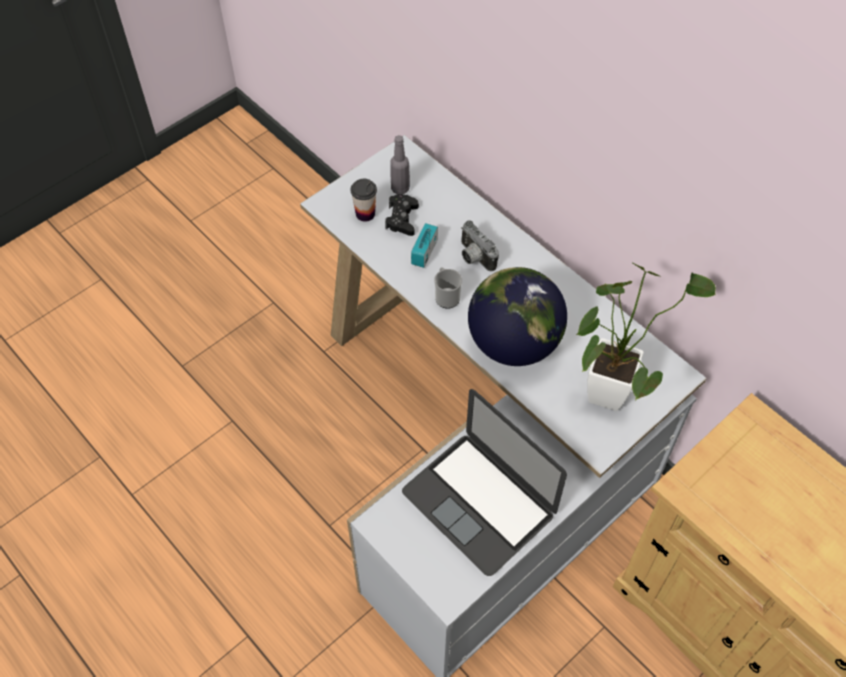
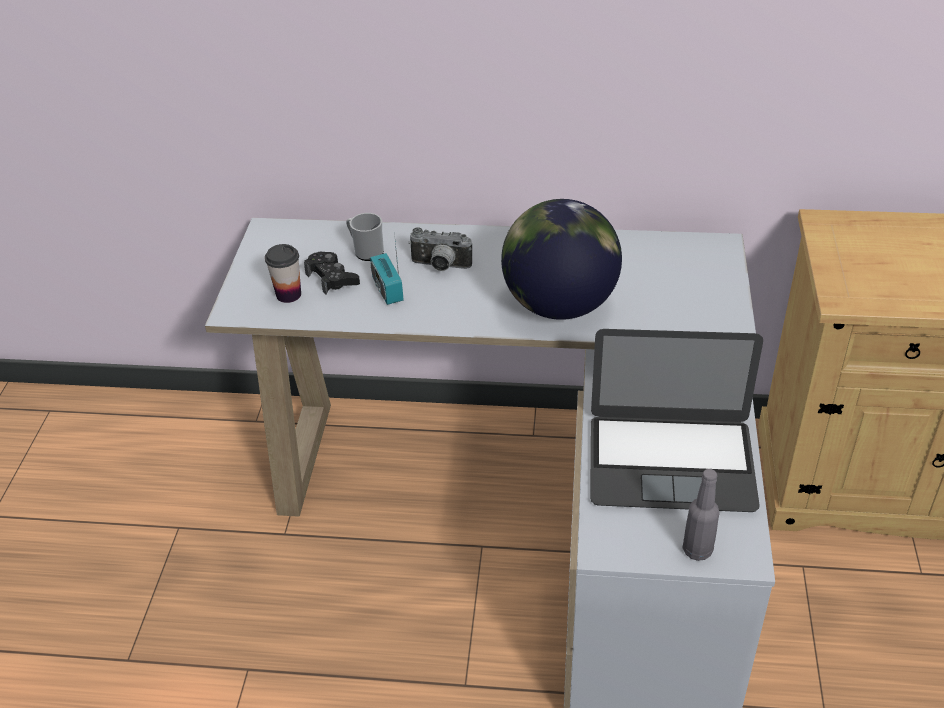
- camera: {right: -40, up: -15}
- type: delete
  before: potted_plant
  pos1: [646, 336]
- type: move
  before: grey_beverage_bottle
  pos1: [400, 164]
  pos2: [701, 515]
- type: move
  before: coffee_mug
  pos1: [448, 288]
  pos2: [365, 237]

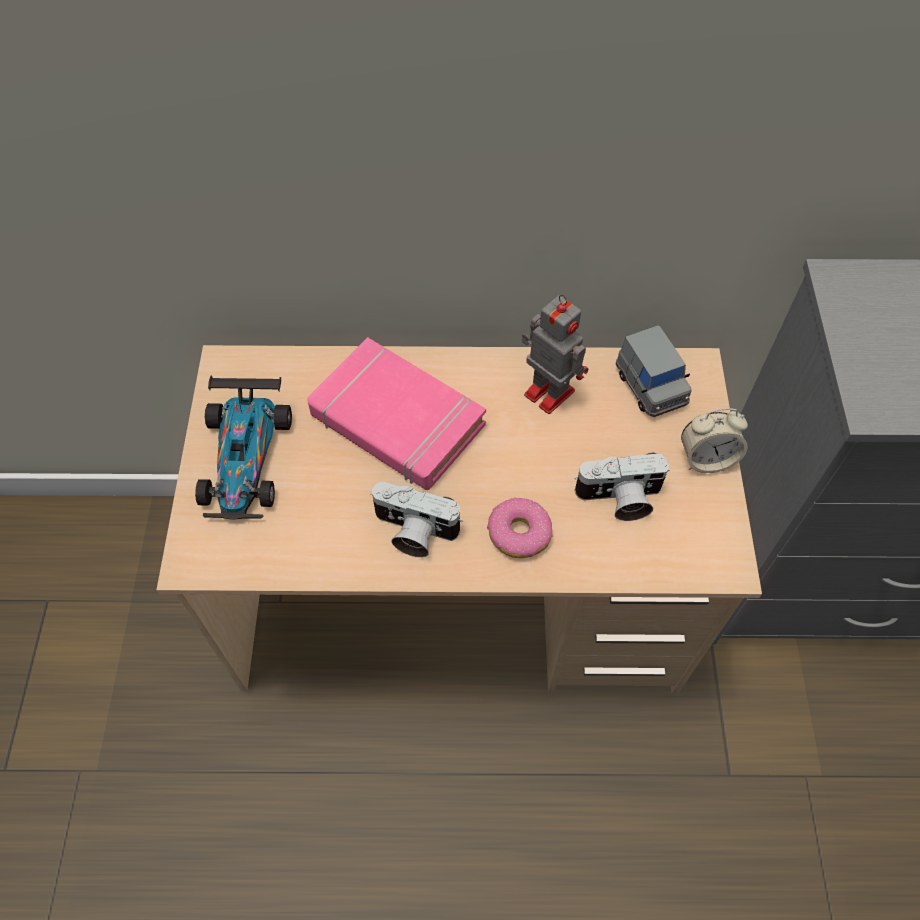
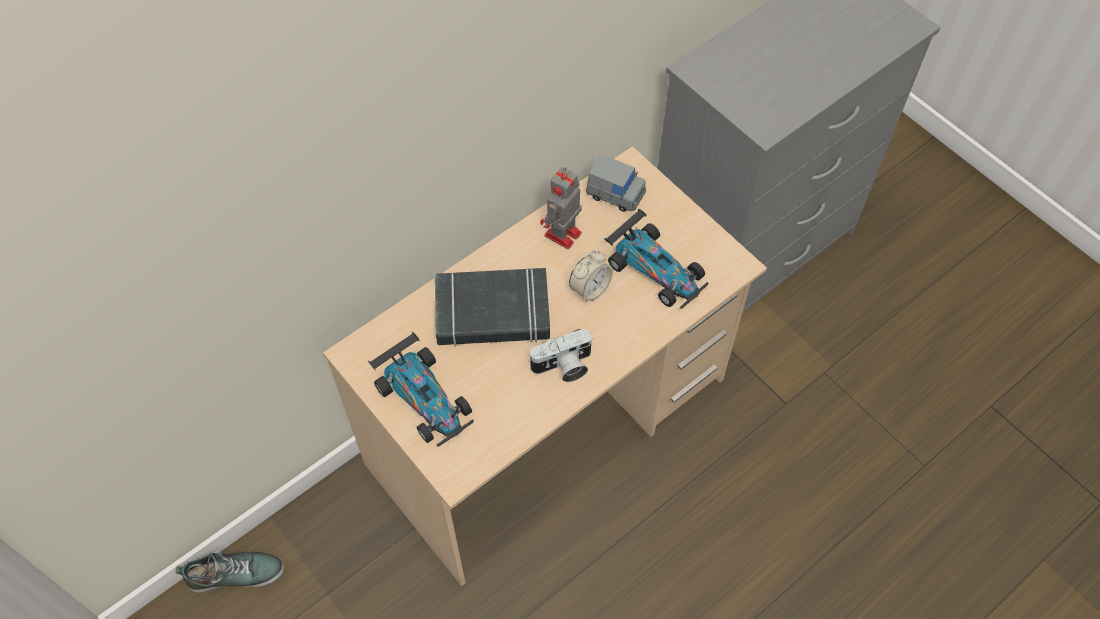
- camera: {right: -40, up: 0}
- type: delete
  before: doughnut
  pos1: [520, 528]
- type: insert
  after: low_shoe
  pos2: [229, 572]
- type: move
  before: bedside_clock
  pos1: [714, 440]
  pos2: [591, 277]
- type: replace
  before: photo_camera
  after: toy_car
  pos1: [622, 486]
  pos2: [656, 259]
- type: recolor
  before: pink-coloured_volume
  after: black_volume
  pos1: [396, 413]
  pos2: [492, 307]
- type: rotate
  before: toy_robot
  pos1: [555, 354]
  pos2: [561, 208]
  turn: -60

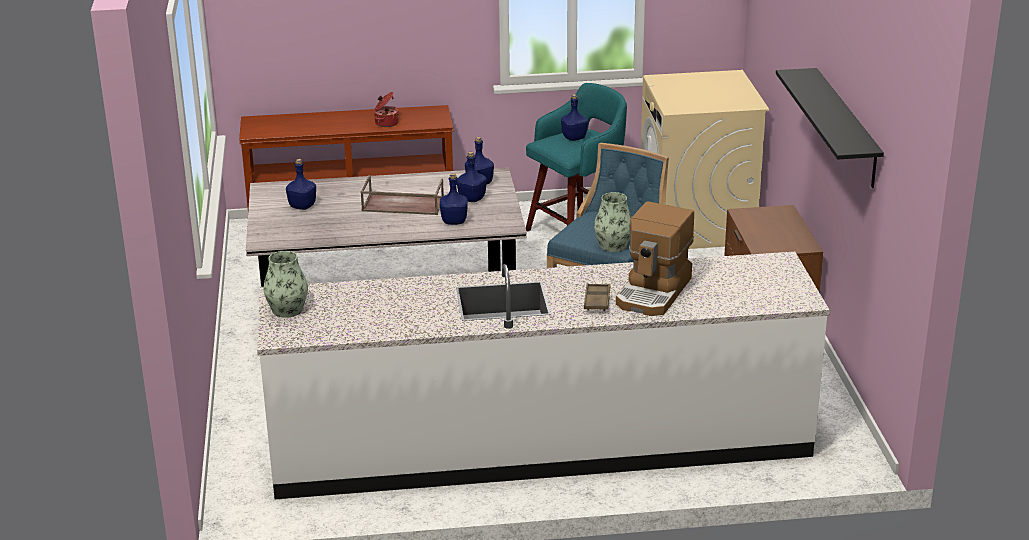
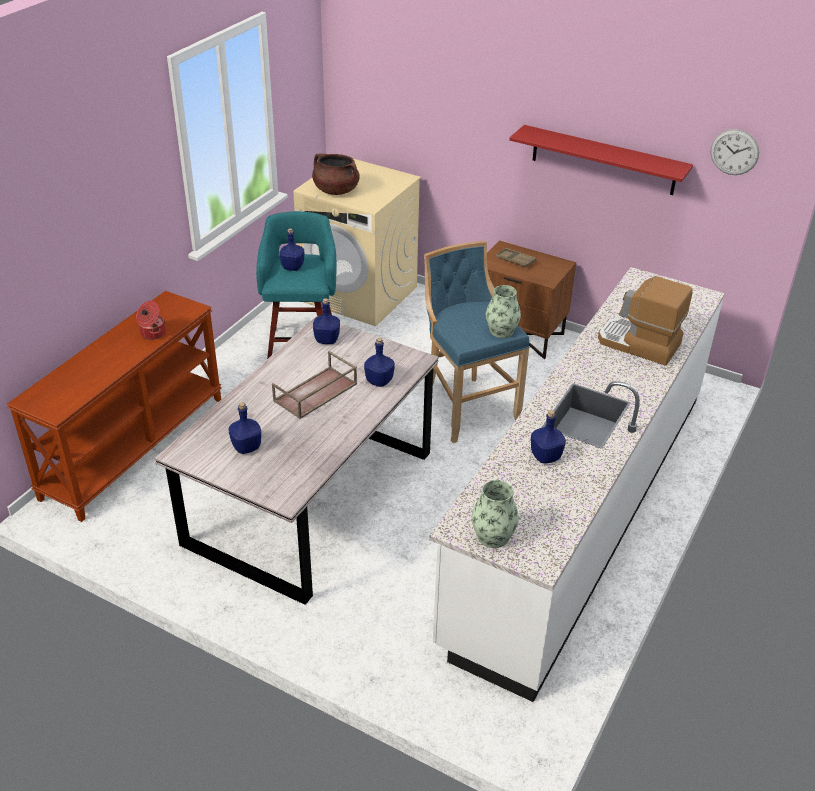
- camera: {right: -55, up: 10}
- type: insert
  after: brown_saucepot
  pos2: [336, 174]
- type: insert
  after: wall_clock
  pos2: [734, 152]
- type: move
  before: blue-coloured_beverage_bottle
  pos1: [472, 177]
  pos2: [548, 437]
- type: move
  before: brown_tray
  pos1: [597, 297]
  pos2: [515, 257]
- type: recolor
  before: black_bracket_shelf
  after: red-coloured_bracket_shelf
  pos1: [830, 128]
  pos2: [601, 160]
- type: rotate
  before: coffee_machine
  pos1: [655, 258]
  pos2: [645, 321]
  turn: 150

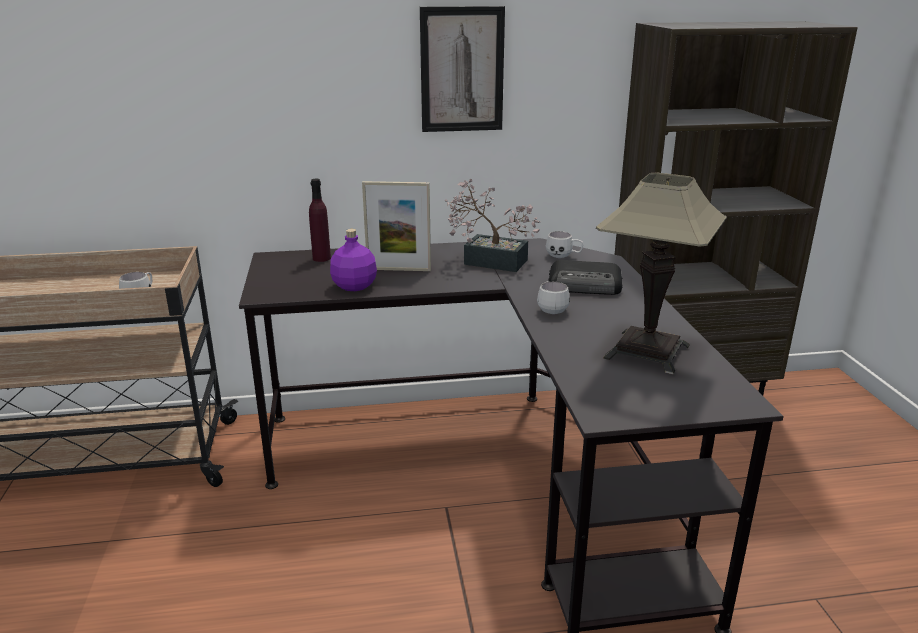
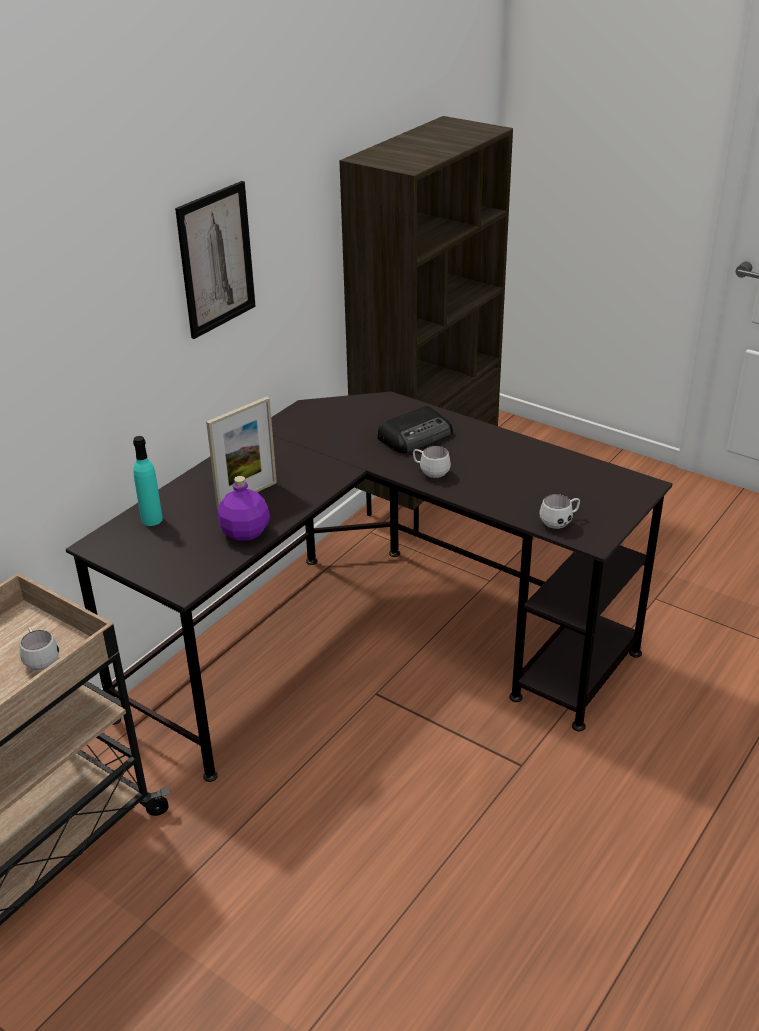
- camera: {right: -45, up: 10}
- type: delete
  before: potted_plant
  pos1: [492, 225]
- type: delete
  before: table_lamp
  pos1: [661, 273]
- type: move
  before: white-coloured_coffee_mug
  pos1: [564, 244]
  pos2: [560, 511]
- type: recolor
  before: purple-coloured_beverage_bottle
  after: turquoise-coloured_beverage_bottle
  pos1: [320, 220]
  pos2: [148, 481]

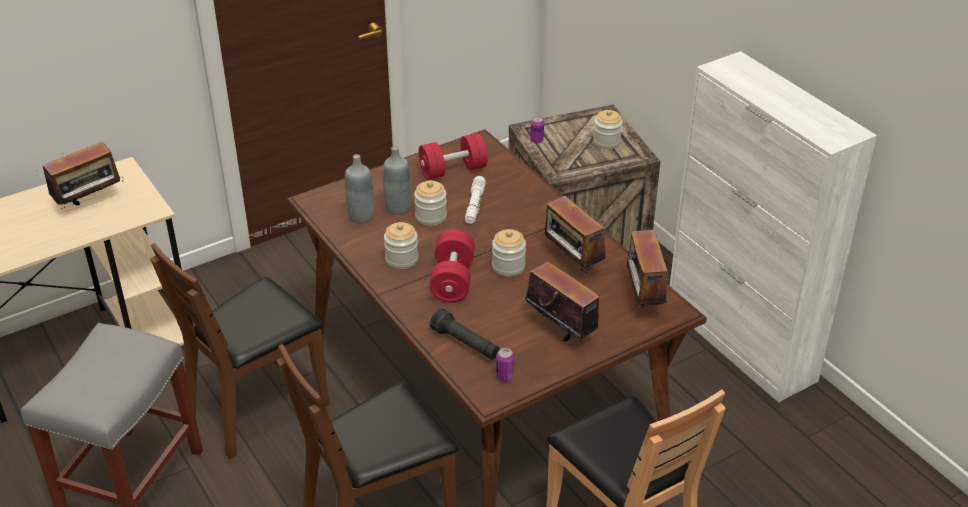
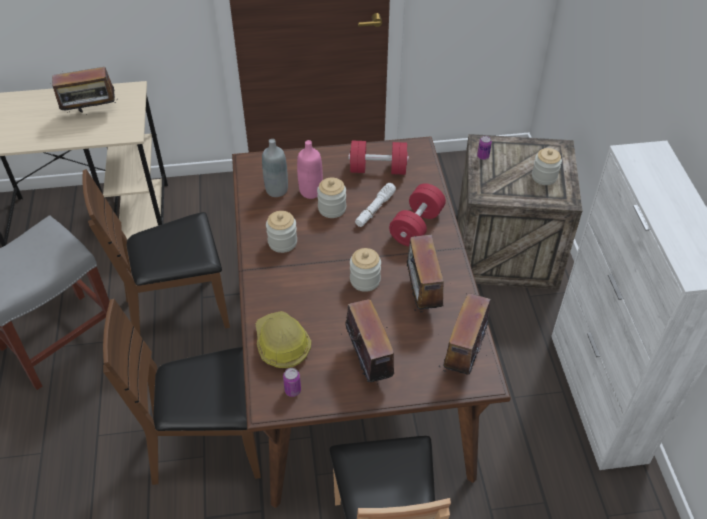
- camera: {right: 25, up: 10}
- type: move
  before: red-coloured_dumbbell
  pos1: [452, 266]
  pos2: [417, 214]
- type: replace
  before: black_flashlight
  after: work_helmet
  pos1: [465, 334]
  pos2: [283, 339]
- type: recolor
  before: grey_beverage_bottle
  after: pink-coloured_beverage_bottle
  pos1: [397, 180]
  pos2: [310, 169]

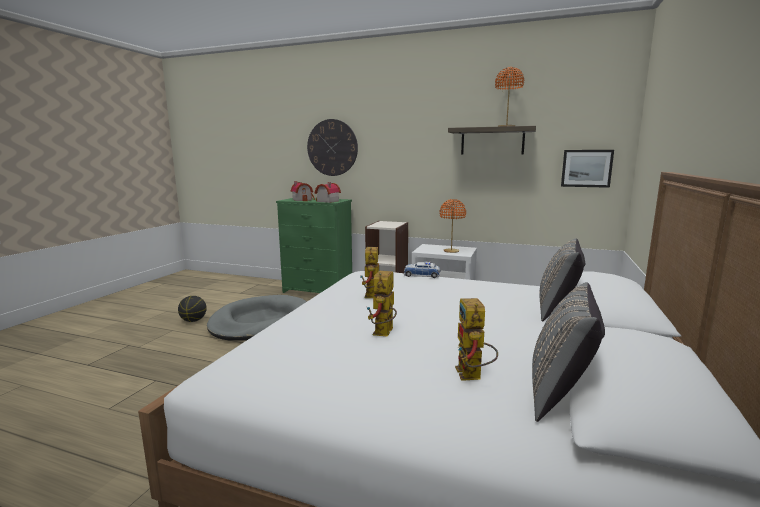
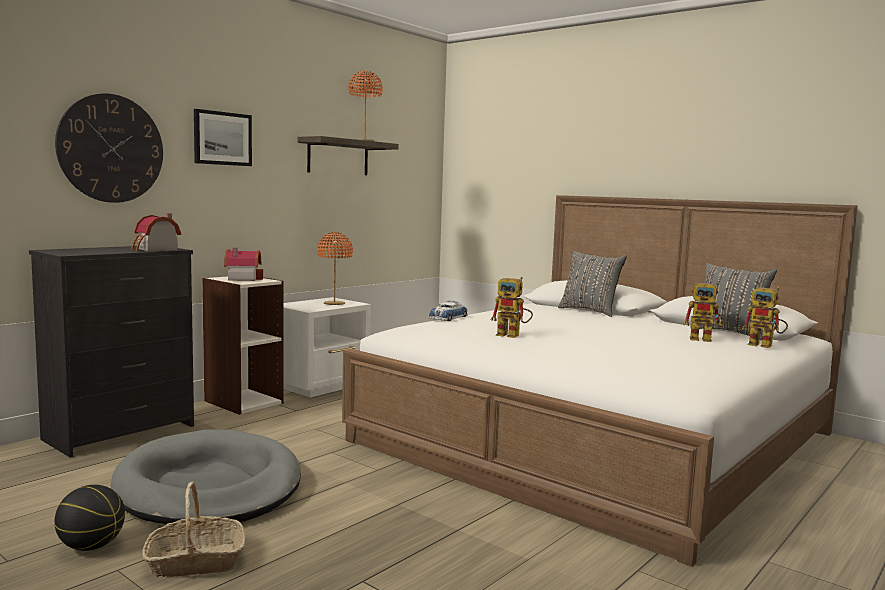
- camera: {right: -70, up: -5}
- type: insert
  after: basket
  pos2: [193, 529]
- type: move
  before: toy_house
  pos1: [303, 191]
  pos2: [243, 264]
- type: move
  before: toy_robot
  pos1: [382, 303]
  pos2: [765, 317]
- type: move
  before: picture
  pos1: [587, 169]
  pos2: [223, 137]
- type: recolor
  before: green-coloured_dresser
  after: black_dresser
  pos1: [314, 245]
  pos2: [111, 352]

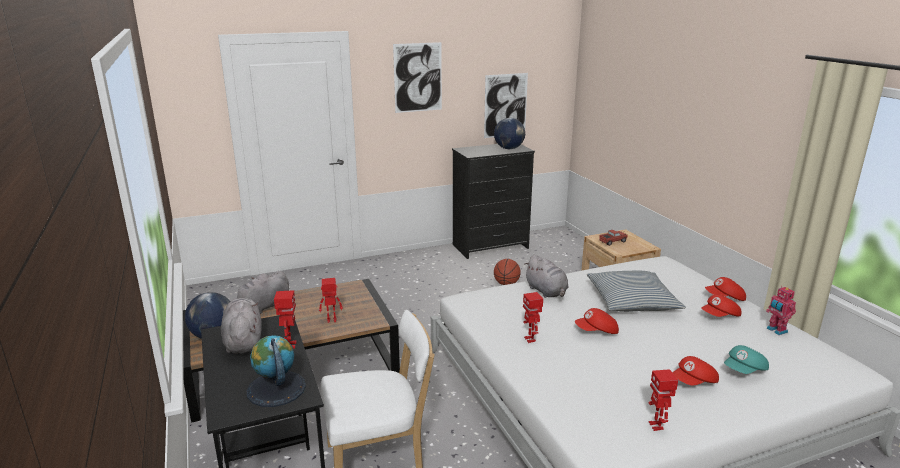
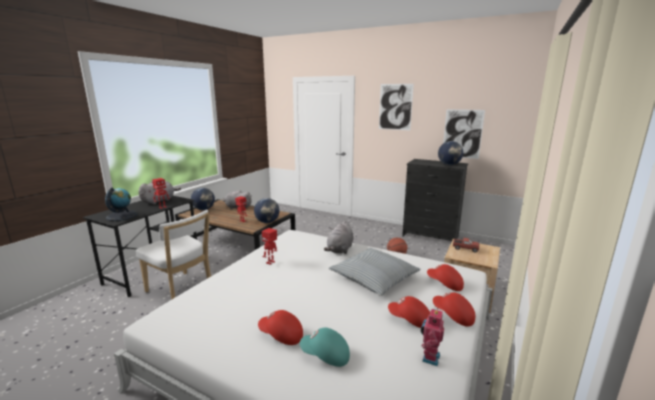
- camera: {right: 50, up: -5}
- type: delete
  before: toy_robot
  pos1: [663, 400]
- type: insert
  after: globe
  pos2: [266, 210]
- type: move
  before: red-coloured_peaked_cap
  pos1: [597, 321]
  pos2: [445, 277]

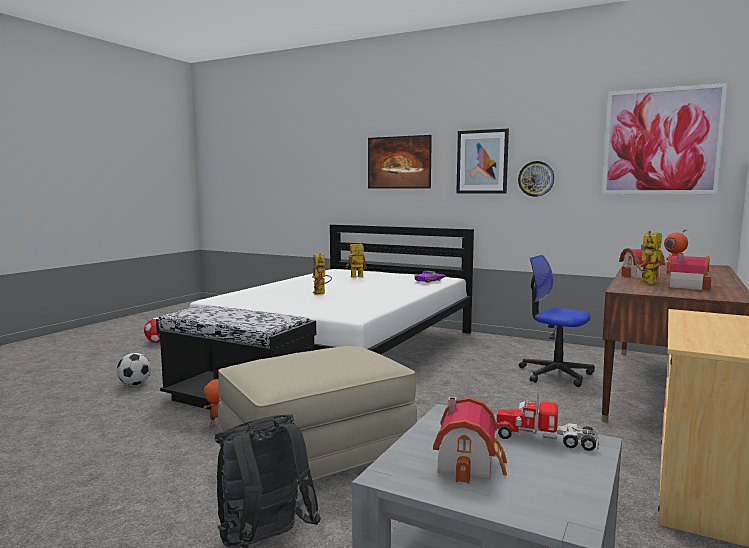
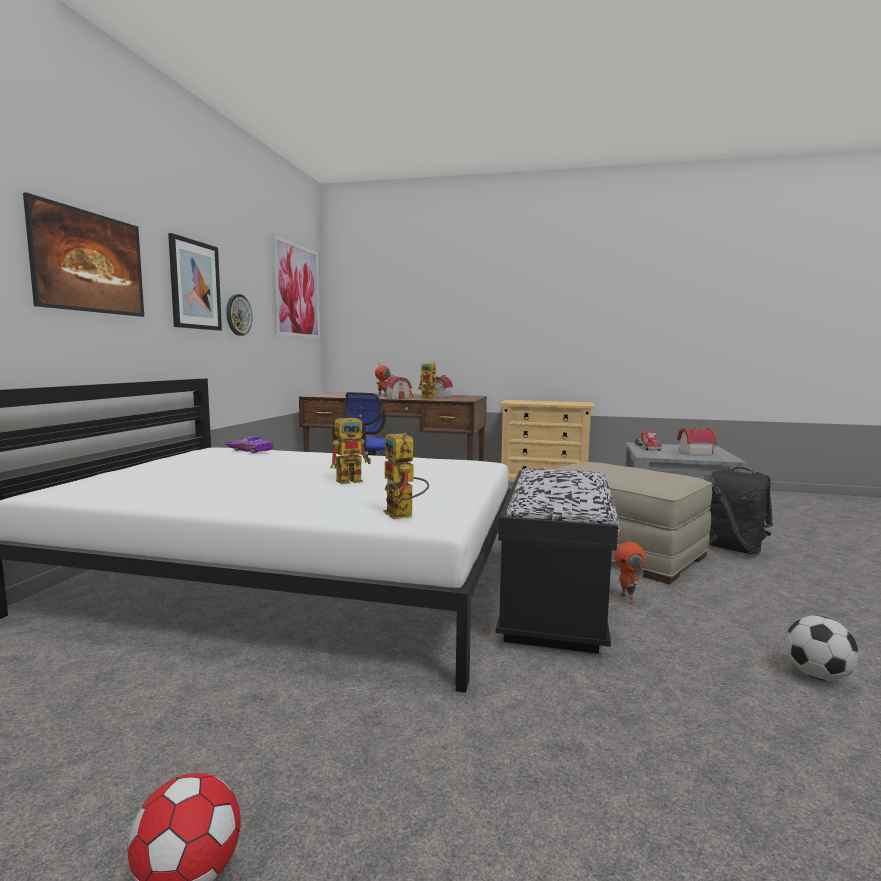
- camera: {right: -105, up: 0}
- type: move
  before: football_ball
  pos1: [134, 369]
  pos2: [822, 648]
- type: move
  before: toy_robot
  pos1: [356, 260]
  pos2: [406, 476]

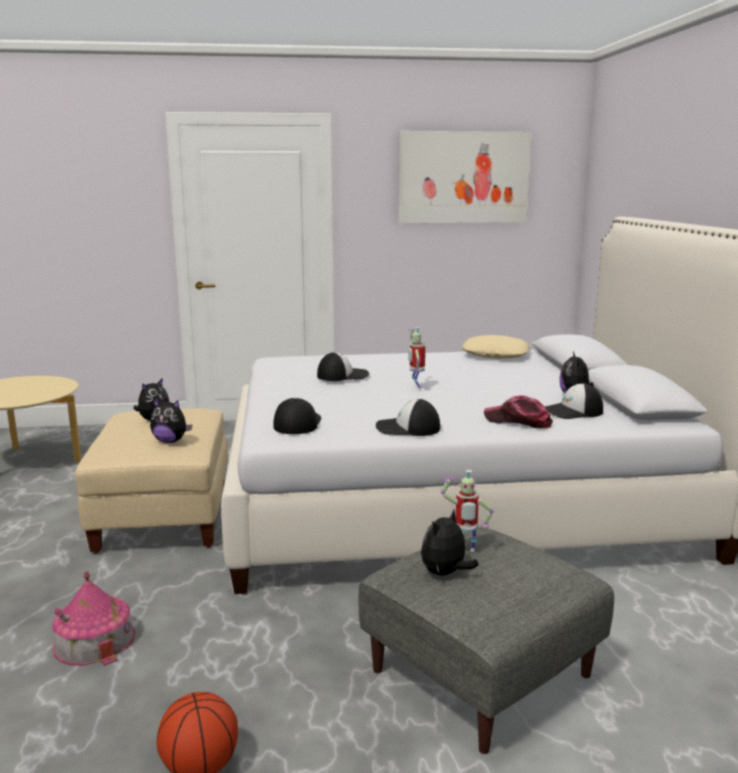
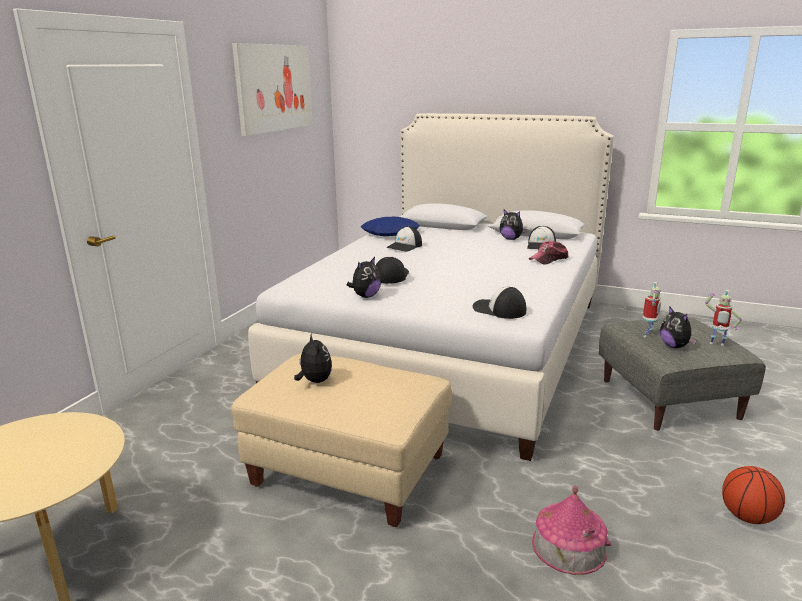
- camera: {right: -60, up: 5}
- type: move
  before: plush_toy
  pos1: [171, 421]
  pos2: [364, 277]
- type: move
  before: peaked_cap
  pos1: [408, 417]
  pos2: [404, 239]
- type: move
  before: toy_robot
  pos1: [416, 359]
  pos2: [723, 318]
- type: recolor
  before: sand-coloured_cushion
  after: blue-coloured_cushion
  pos1: [496, 347]
  pos2: [390, 226]

